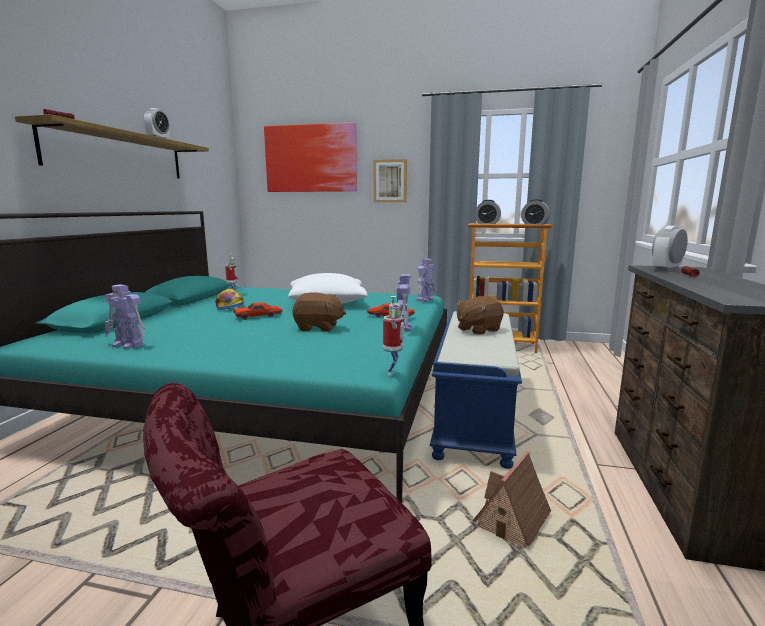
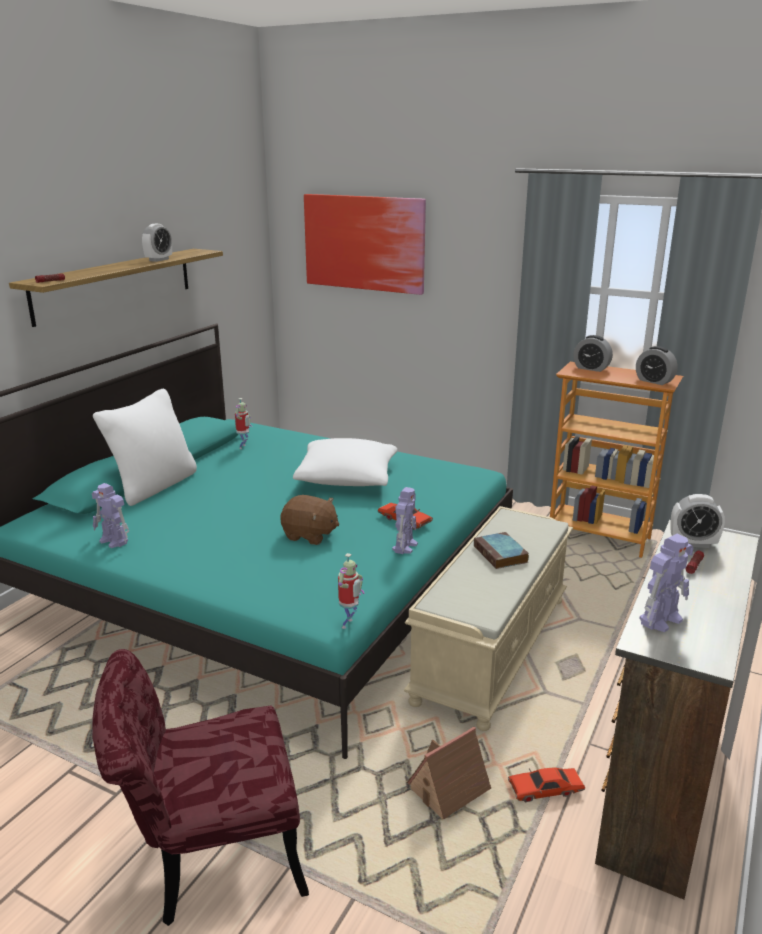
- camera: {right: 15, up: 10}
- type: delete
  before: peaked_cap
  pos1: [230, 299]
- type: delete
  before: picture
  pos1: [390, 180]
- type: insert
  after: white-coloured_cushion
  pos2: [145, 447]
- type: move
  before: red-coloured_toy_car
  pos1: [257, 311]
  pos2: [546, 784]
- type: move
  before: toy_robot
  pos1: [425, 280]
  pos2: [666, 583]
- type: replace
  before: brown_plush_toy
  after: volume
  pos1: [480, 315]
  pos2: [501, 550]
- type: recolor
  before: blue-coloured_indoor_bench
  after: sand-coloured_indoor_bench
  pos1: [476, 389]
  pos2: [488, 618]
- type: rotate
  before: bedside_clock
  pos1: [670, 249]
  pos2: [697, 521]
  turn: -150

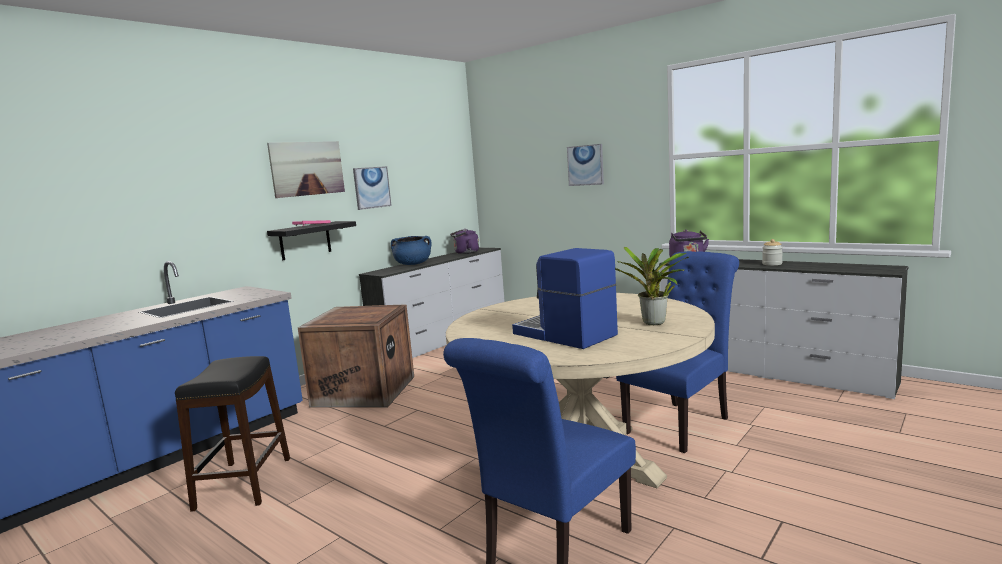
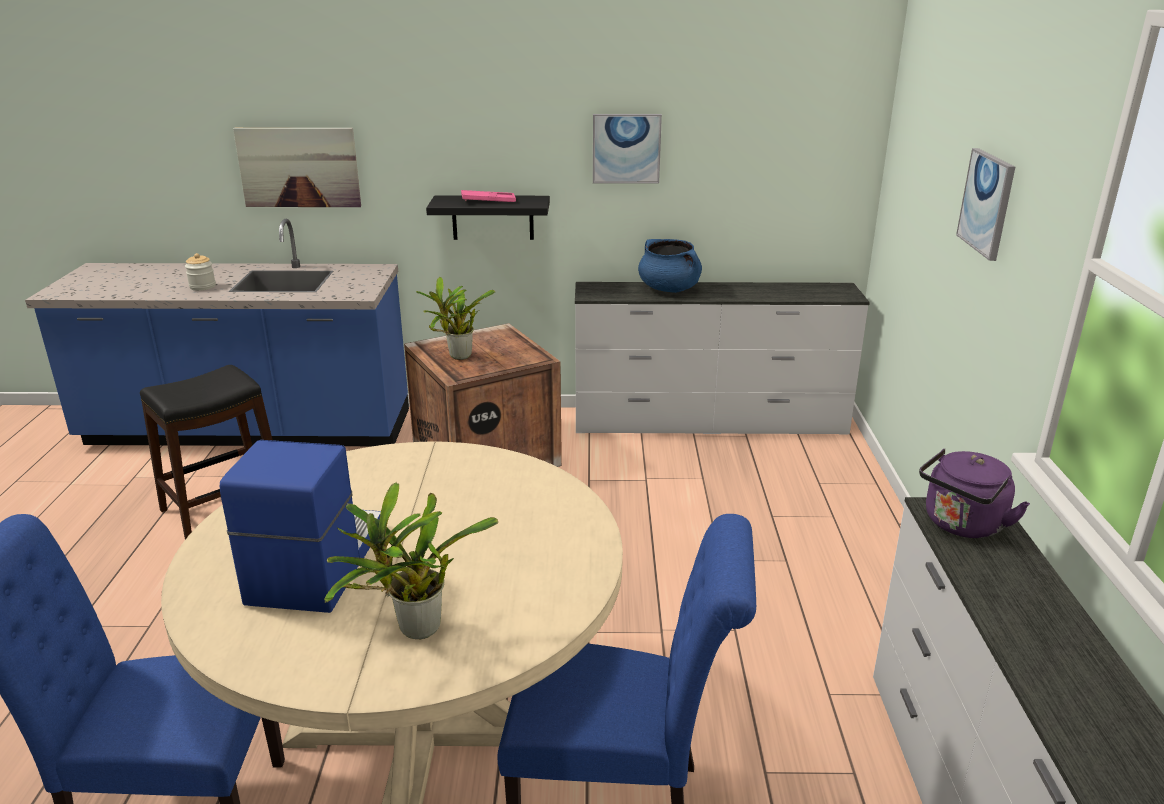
- camera: {right: 50, up: 15}
- type: delete
  before: purple-coloured_tea_kettle
  pos1: [464, 241]
- type: insert
  after: potted_plant
  pos2: [455, 318]
- type: move
  before: picture
  pos1: [306, 169]
  pos2: [297, 167]
- type: move
  before: storage_jar
  pos1: [772, 252]
  pos2: [200, 272]

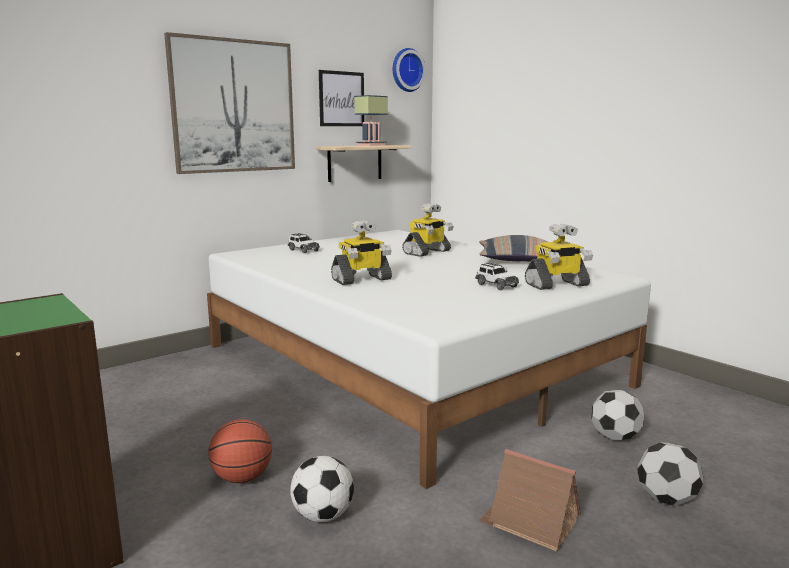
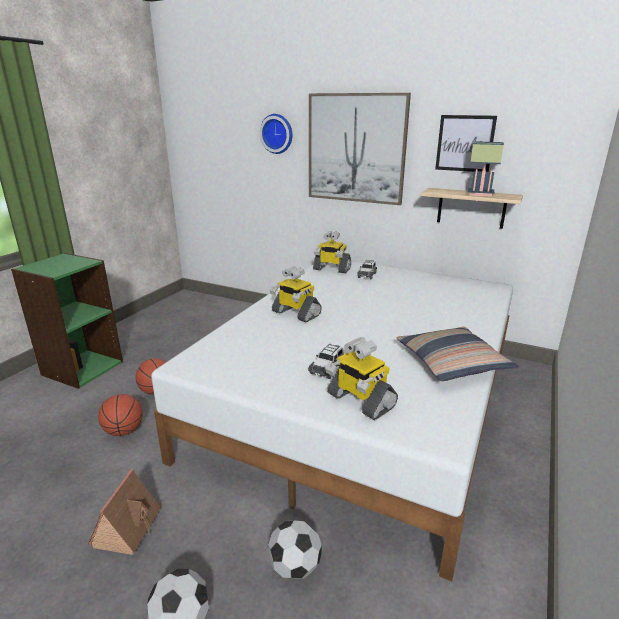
- camera: {right: 65, up: 10}
- type: move
  before: wall_clock
  pos1: [409, 70]
  pos2: [276, 134]
- type: move
  before: toy_robot
  pos1: [428, 230]
  pos2: [332, 252]
- type: replace
  before: football_ball
  after: basketball_ball
  pos1: [322, 489]
  pos2: [120, 415]

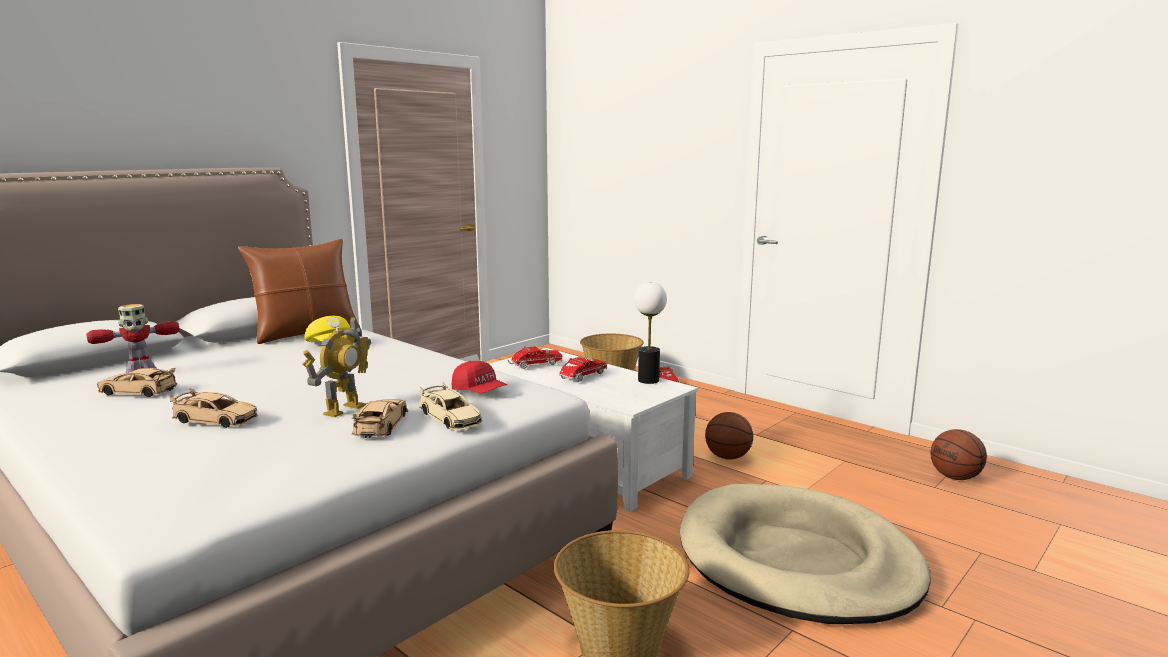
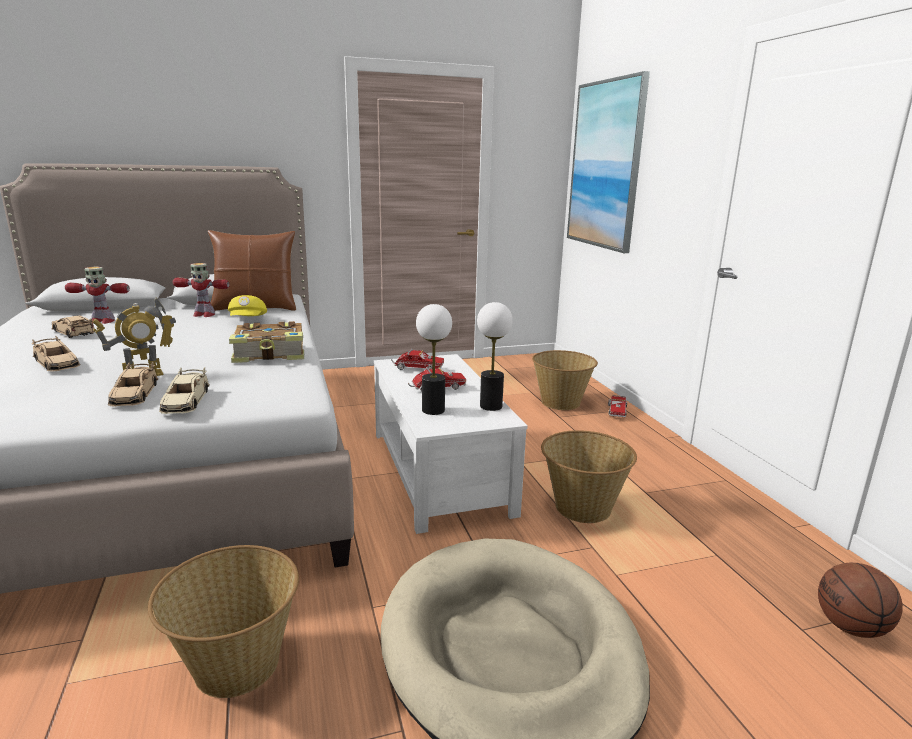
- camera: {right: 30, up: 5}
- type: delete
  before: red-coloured_peaked_cap
  pos1: [479, 377]
- type: insert
  after: toy_robot
  pos2: [201, 290]
- type: insert
  after: volume
  pos2: [266, 342]
- type: insert
  after: table_lamp
  pos2: [434, 359]
- type: insert
  after: picture
  pos2: [608, 162]
- type: replace
  before: basketball_ball
  after: basket
  pos1: [729, 436]
  pos2: [589, 476]
- type: rotate
  before: sand-coloured_toy_car
  pos1: [380, 419]
  pos2: [133, 384]
  turn: 135

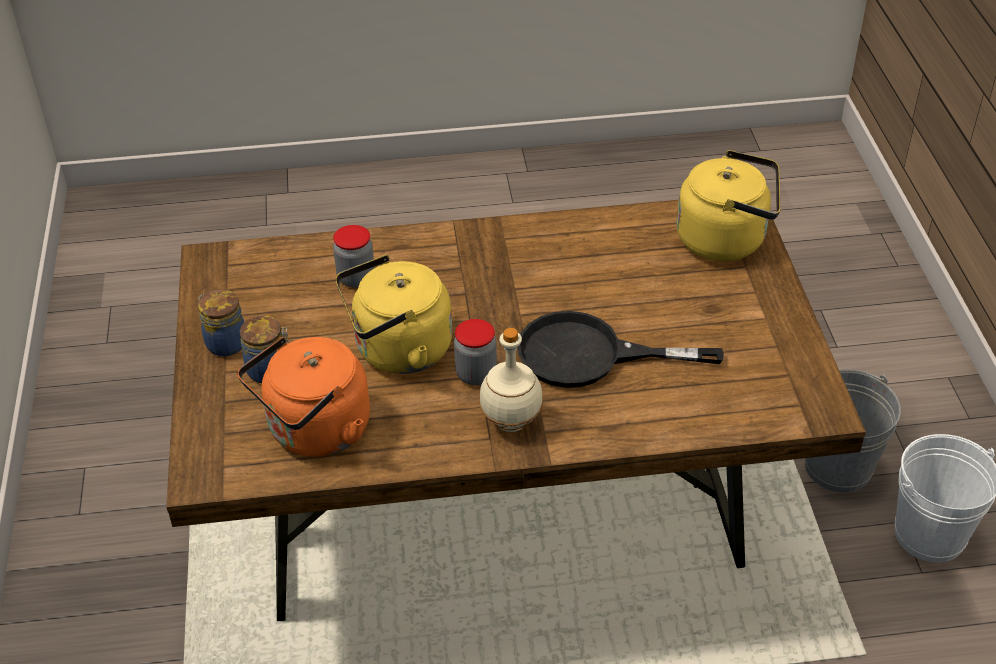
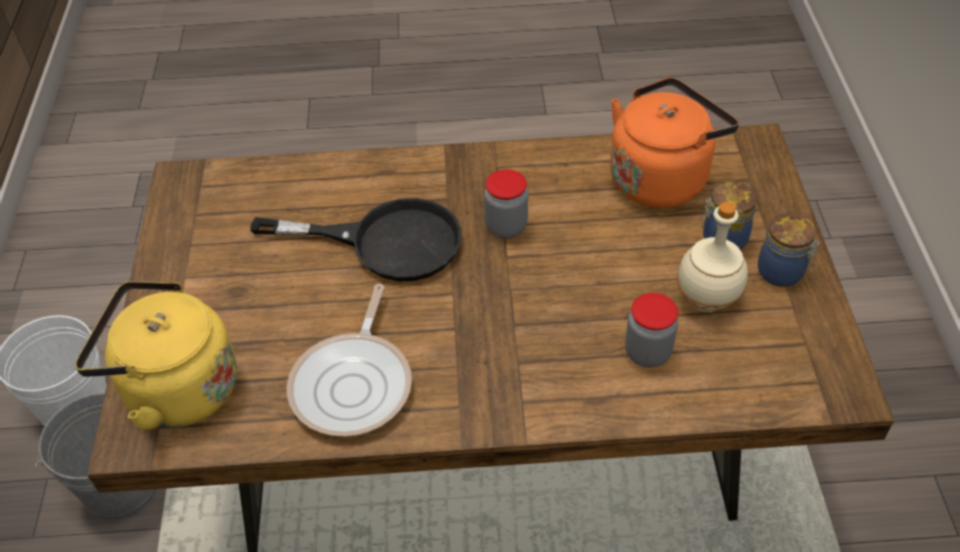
- camera: {right: -175, up: 5}
- type: delete
  before: yellow_tea_kettle
  pos1: [394, 314]
- type: insert
  after: frying_pan
  pos2: [349, 360]
- type: move
  before: sand-coloured_beverage_bottle
  pos1: [511, 380]
  pos2: [712, 257]

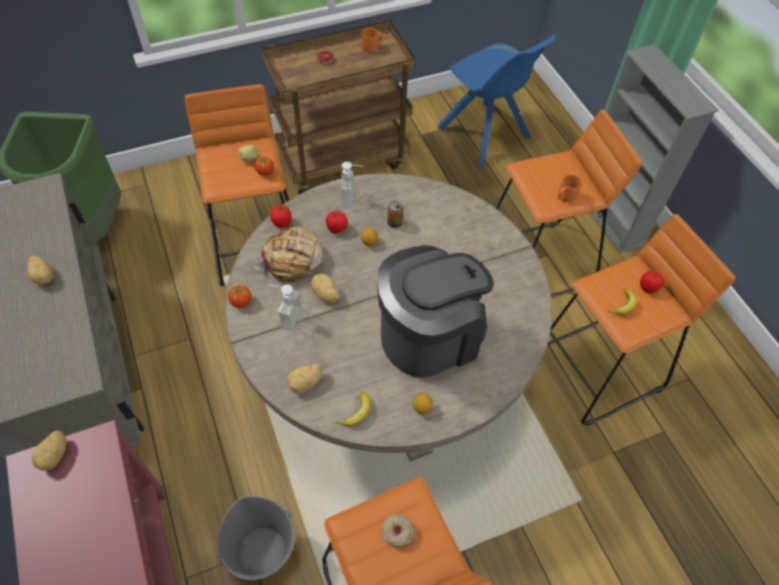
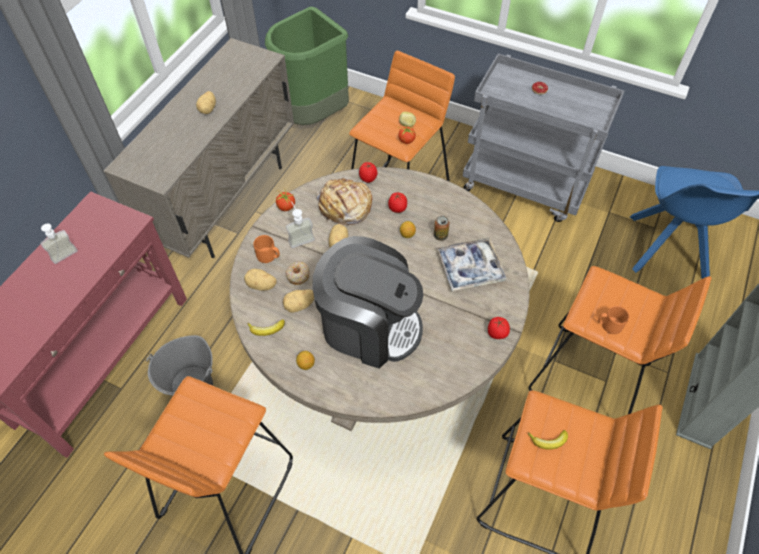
- camera: {right: 50, up: 0}
- type: insert
  after: tray
  pos2: [472, 264]
- type: move
  before: spud
  pos1: [49, 450]
  pos2: [298, 301]
- type: move
  before: soap_dispenser
  pos1: [352, 184]
  pos2: [59, 244]
- type: move
  before: orange-coloured_coffee_mug
  pos1: [372, 40]
  pos2: [266, 249]
- type: move
  before: doughnut
  pos1: [399, 531]
  pos2: [297, 273]
- type: move
  before: tomato
  pos1: [652, 281]
  pos2: [499, 328]
- type: recolor
  before: brown_cart
  after: grey_cart
  pos1: [339, 107]
  pos2: [544, 137]

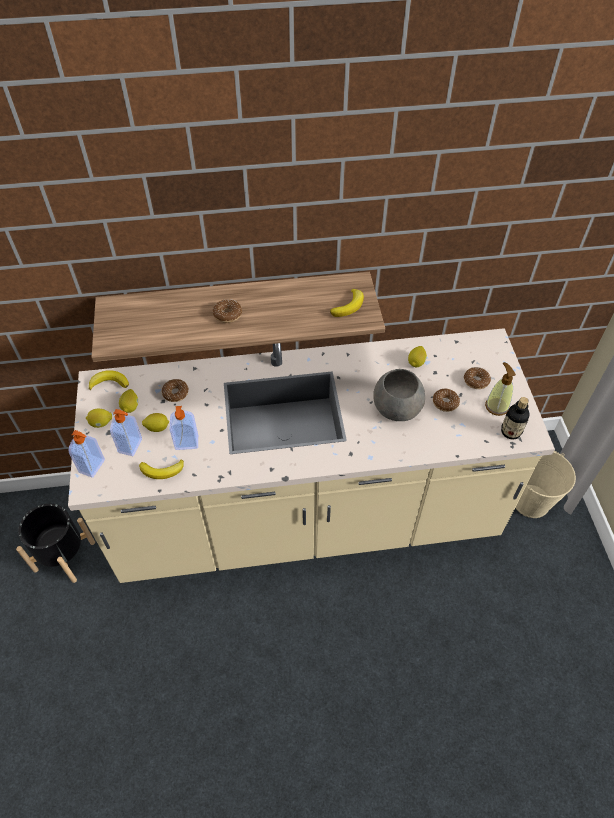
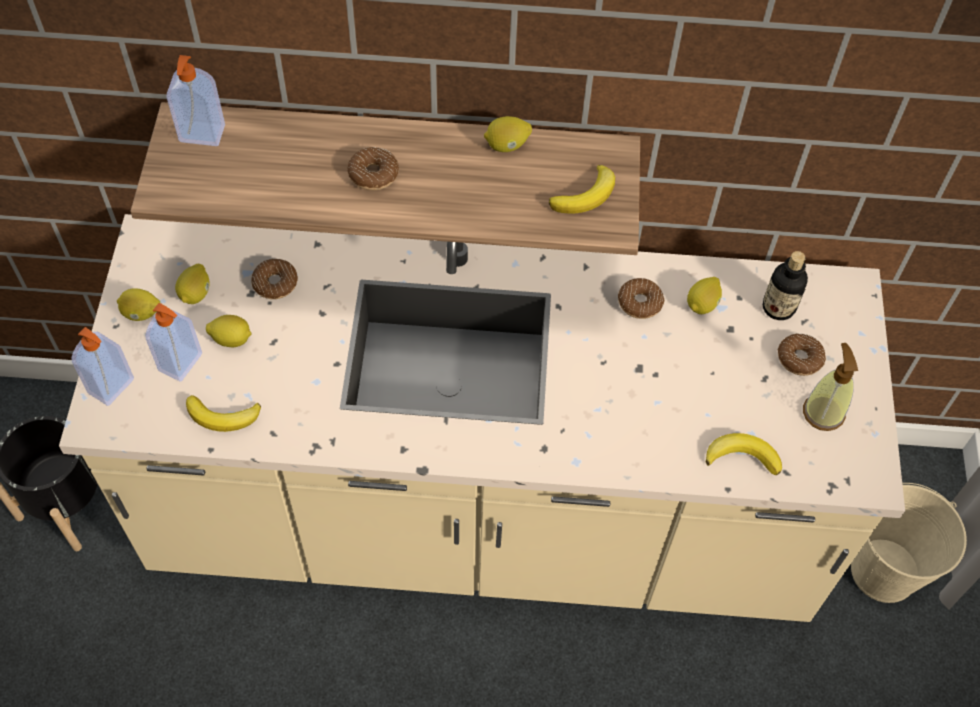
- camera: {right: 10, up: 5}
- type: delete
  before: grey_bowl
  pos1: [399, 395]
- type: insert
  after: citrus_fruit
  pos2: [508, 134]
- type: move
  before: banana
  pos1: [109, 380]
  pos2: [744, 454]
- type: move
  before: soap_dispenser
  pos1: [184, 428]
  pos2: [195, 100]
- type: move
  before: doughnut
  pos1: [446, 400]
  pos2: [641, 298]
- type: move
  before: beverage_bottle
  pos1: [515, 418]
  pos2: [785, 285]

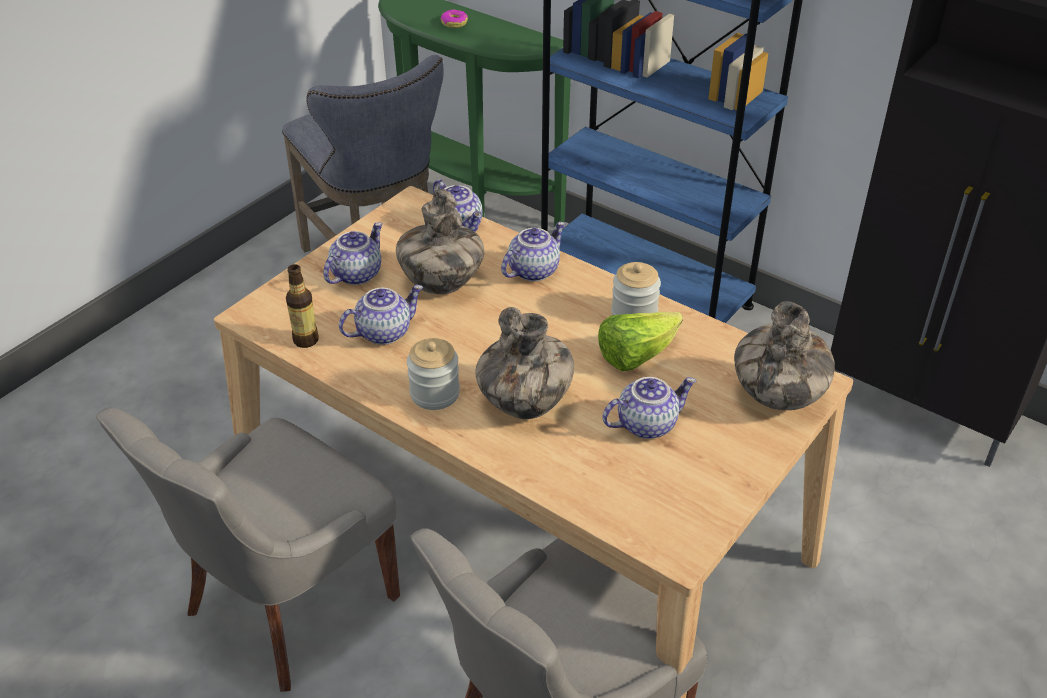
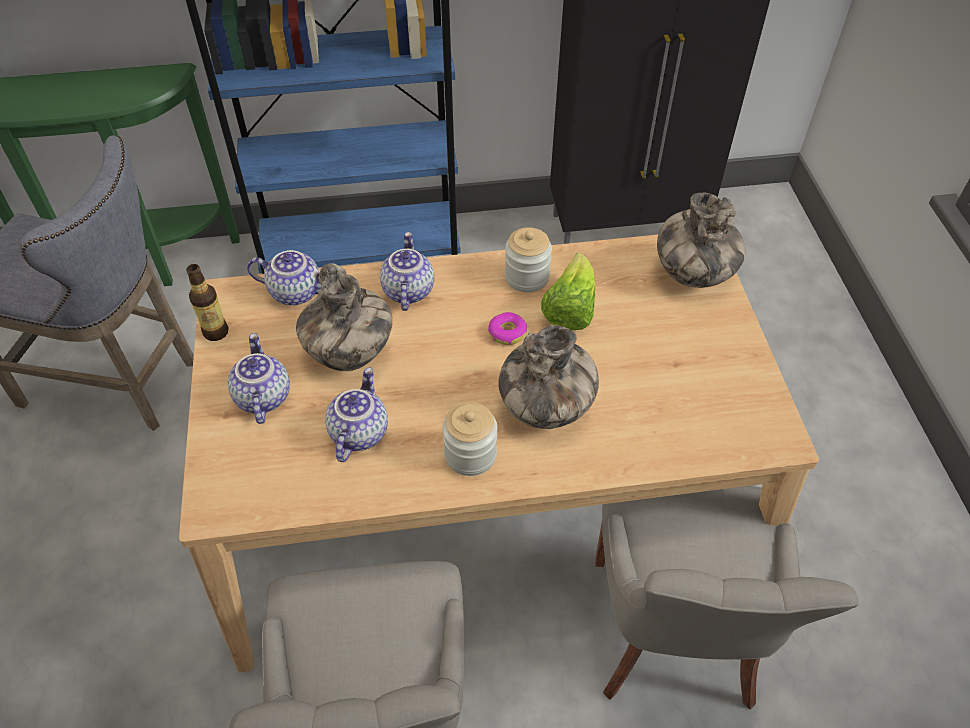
- camera: {right: -45, up: 10}
- type: delete
  before: teapot
  pos1: [649, 408]
- type: move
  before: beverage_bottle
  pos1: [302, 306]
  pos2: [207, 302]
- type: move
  before: doughnut
  pos1: [454, 18]
  pos2: [507, 328]

